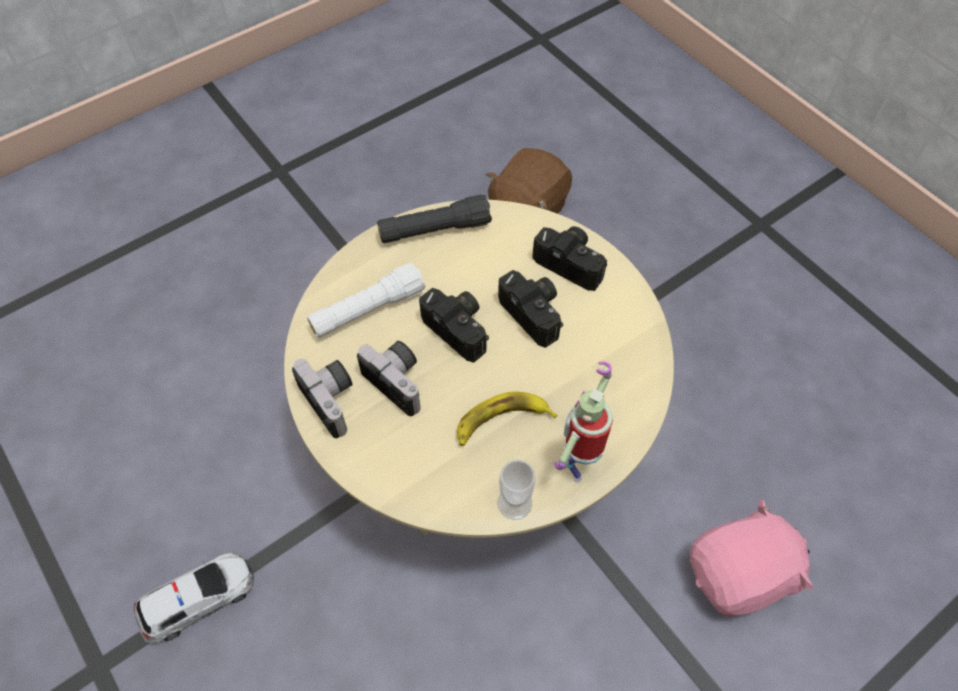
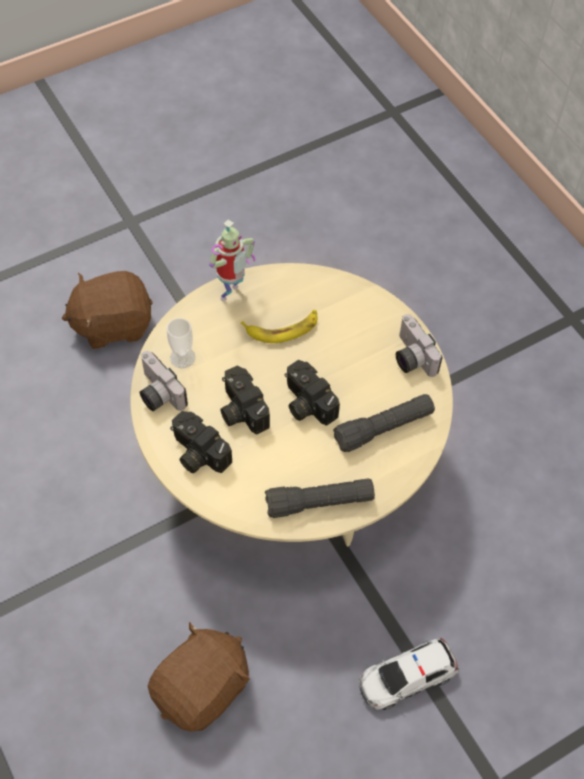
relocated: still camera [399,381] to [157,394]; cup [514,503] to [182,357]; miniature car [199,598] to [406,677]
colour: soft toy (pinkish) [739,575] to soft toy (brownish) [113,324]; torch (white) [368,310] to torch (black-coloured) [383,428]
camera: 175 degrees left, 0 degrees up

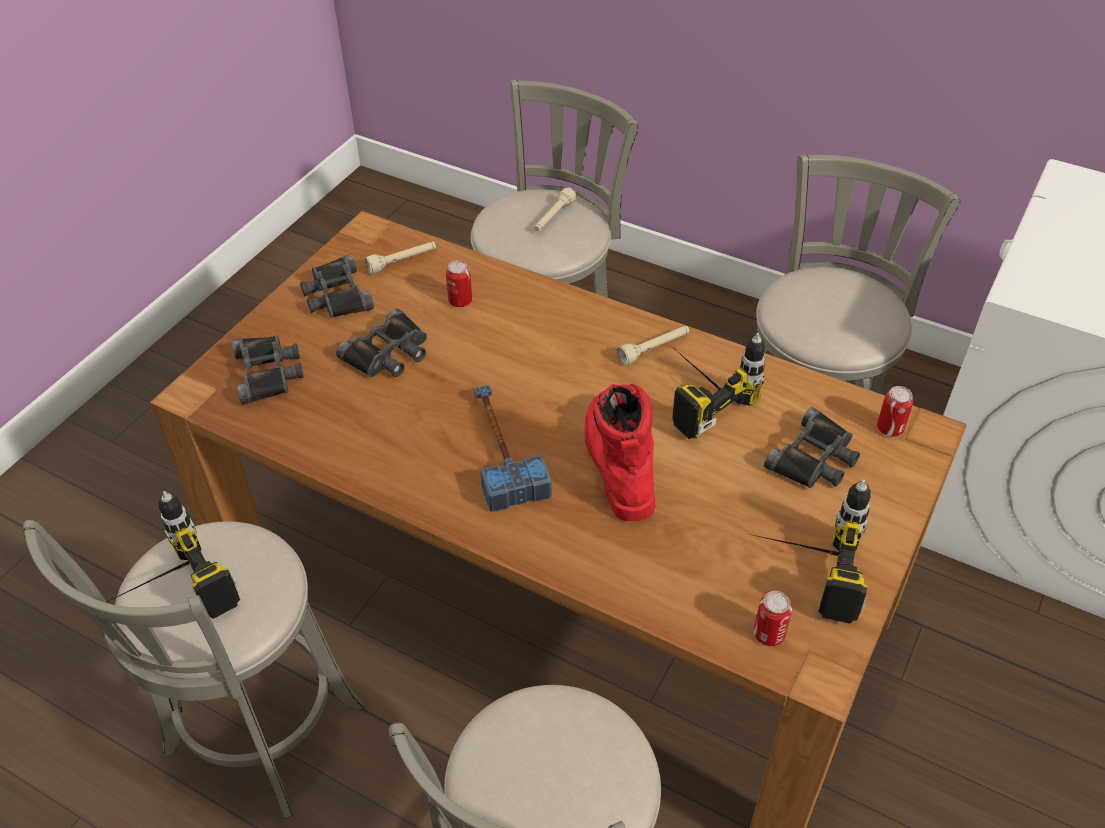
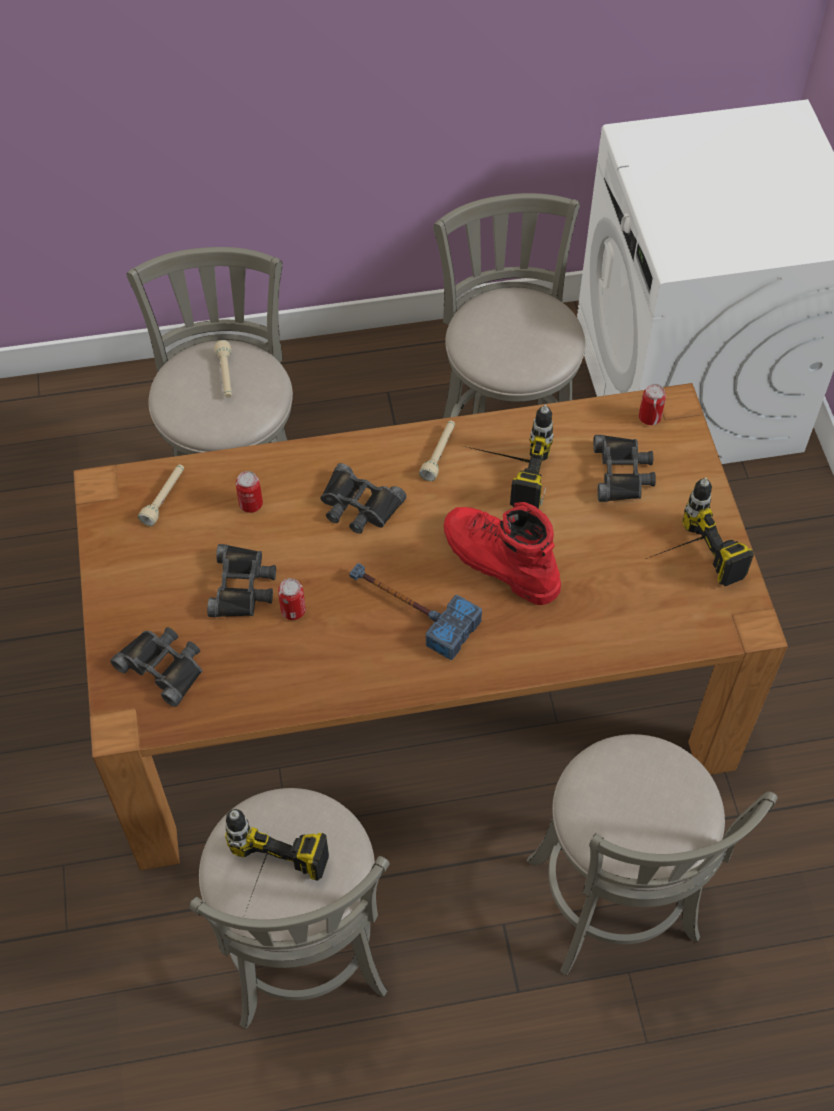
relocated: sealed can [769,634] to [293,610]; field glasses (black-coloured) [336,295] to [358,506]
camera: 40 degrees left, 10 degrees up

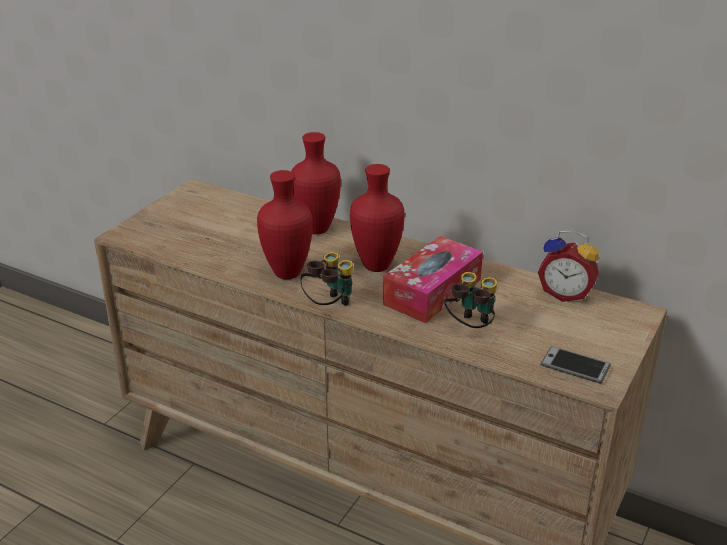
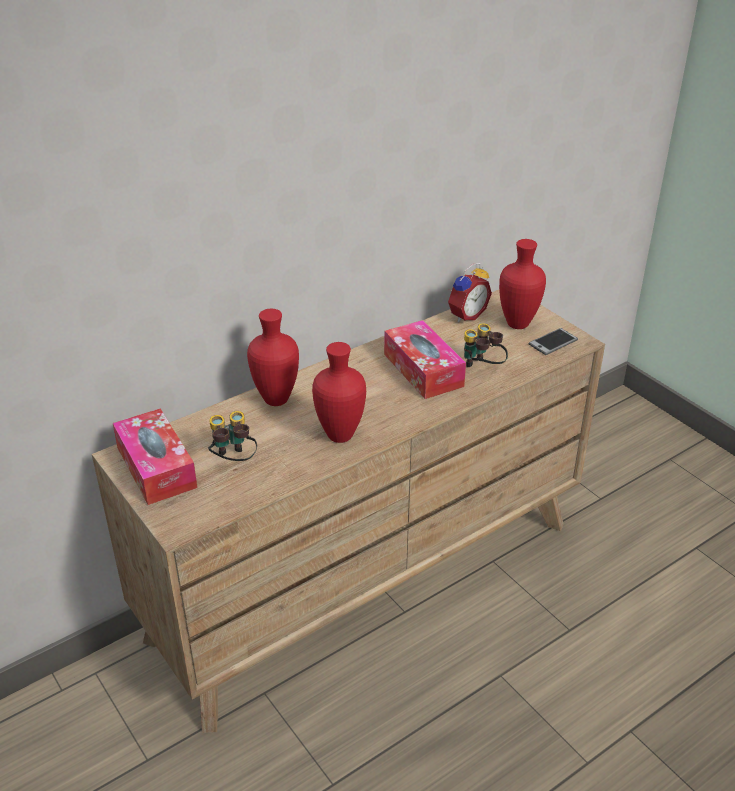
appeared: tissue box [156,467]
relocated: field glasses [328,305] to [233,461]; decorative vase (red-coloured) [376,267] to [519,324]
camera: 65 degrees left, 5 degrees up

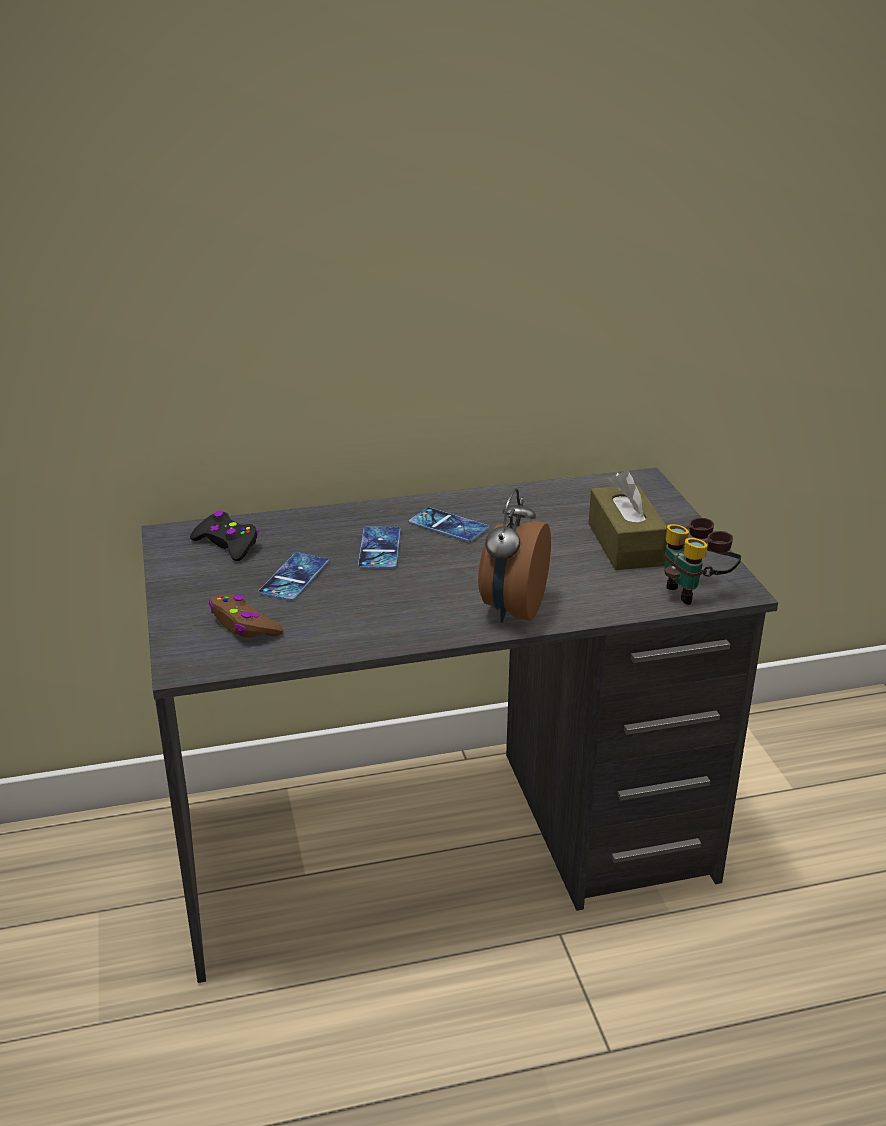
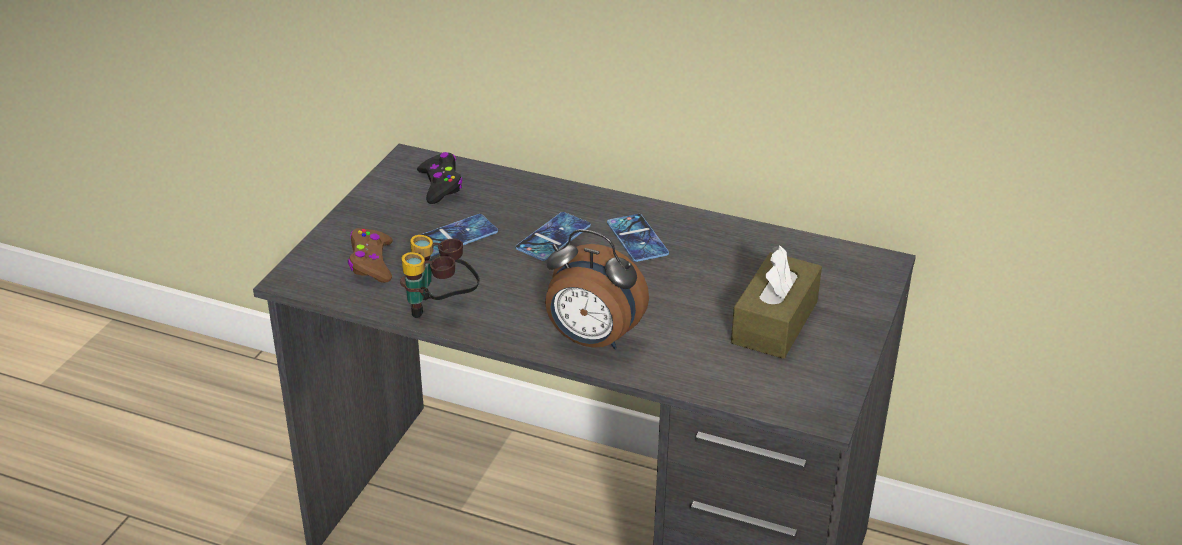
relocated: field glasses [695,591] to [440,309]
spun: table clock [511,609] = [592,340] 120 degrees counterclockwise
camera: 35 degrees right, 5 degrees up

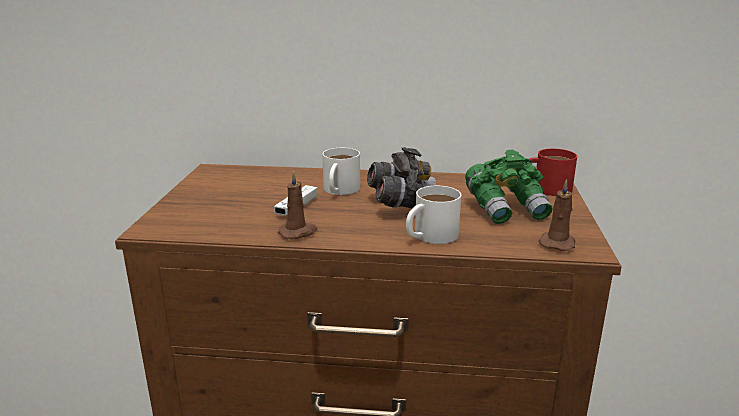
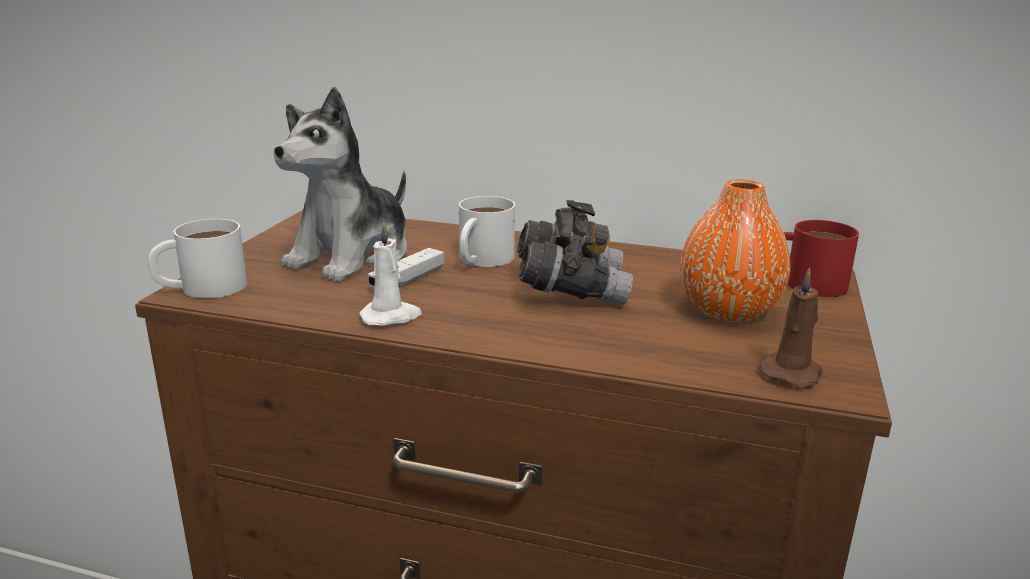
appeared: soft toy [352,256]
relocated: mug (white) [429,236] to [201,288]
exchanged: field glasses (green-coloured) [507,209] to decorative vase (orangey) [728,310]
colour: wax candle (brownish) [298,232] to wax candle (white) [391,317]
camera: 10 degrees right, 0 degrees up

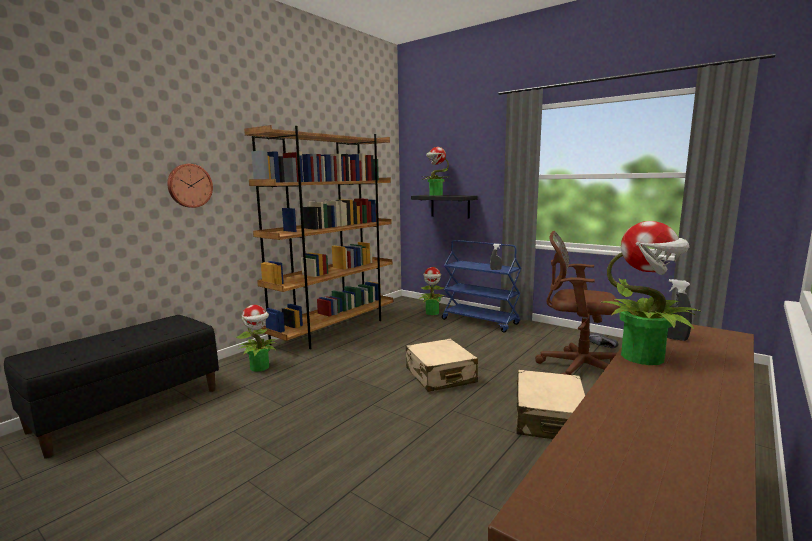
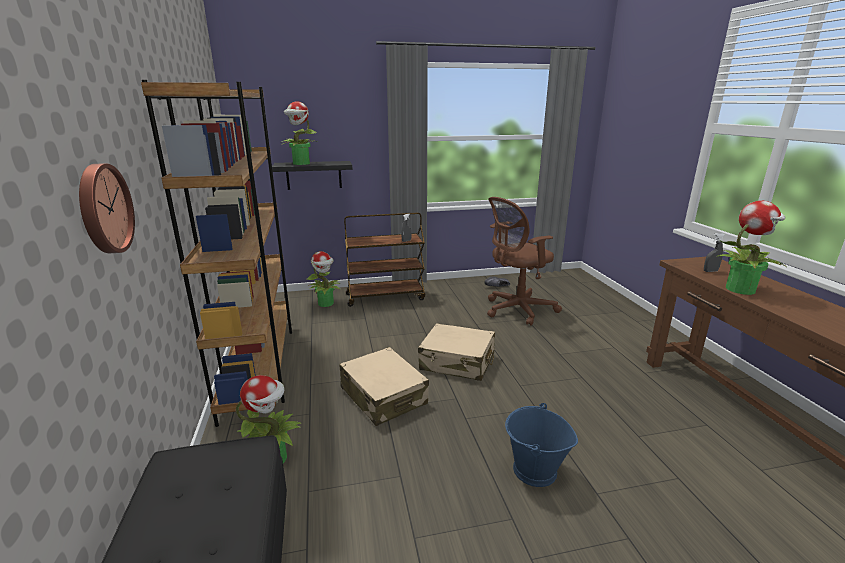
appeared: pail (blue) [534,470]
relocated: travel case (beige-coloured) [549,418] to [383,396]
colour: trolley (blue) [480,322] to trolley (brownish) [385,296]
camera: 50 degrees left, 10 degrees up

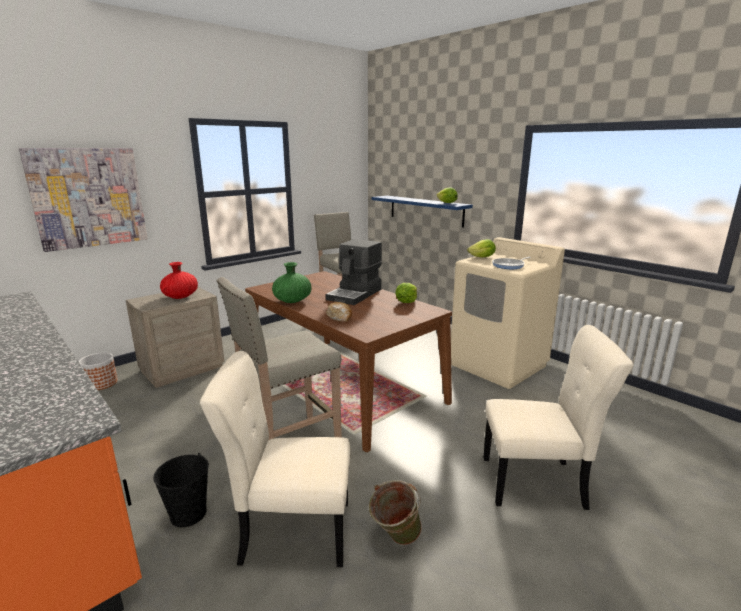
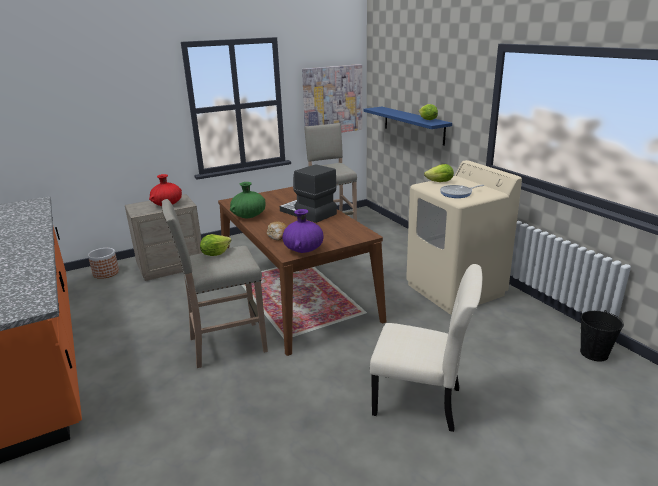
missing: chair (beige-coloured) [291,531]; pail (green-coloured) [395,539]
appeared: decorative vase (purple-coloured) [303,250]
relocated: head of lettuce [406,302] to [215,254]; wall picture [88,197] to [332,100]; pail (black-coloured) [188,513] to [593,353]
spun: coffee machine [355,294] = [308,213] 90 degrees clockwise
camera: 15 degrees right, 5 degrees up

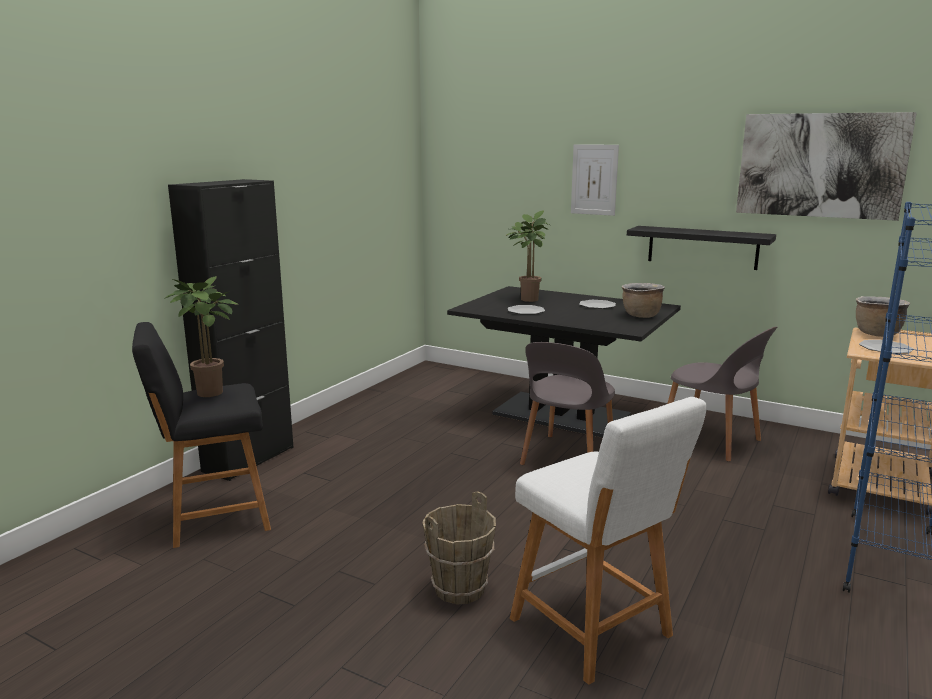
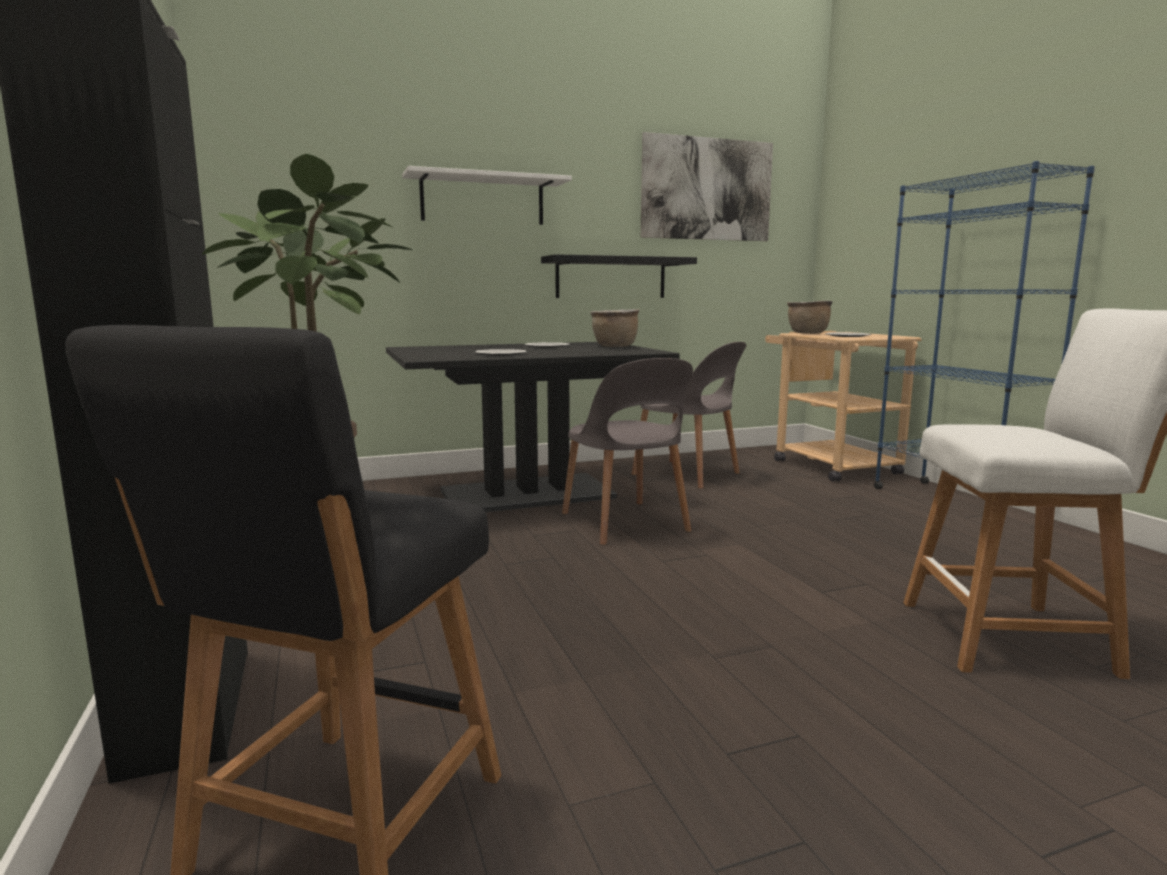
missing: pail (brownish) [460,589]; houseplant [527,299]
exchanged: wall picture [594,179] to shelf (white) [483,200]
spun: chair (greyish) [712,441] = [688,475] 45 degrees clockwise
camera: 50 degrees left, 5 degrees down

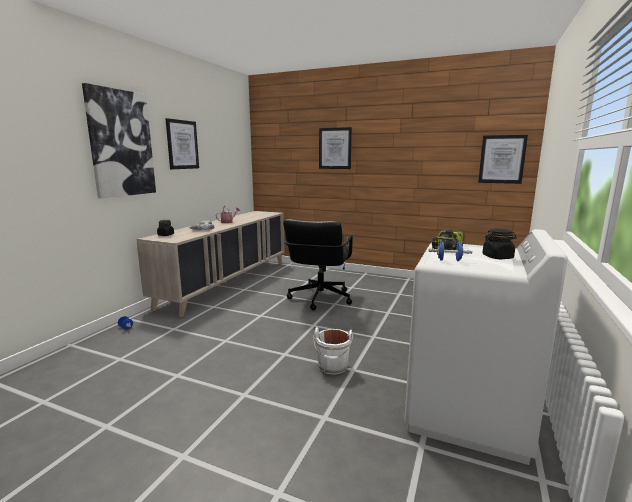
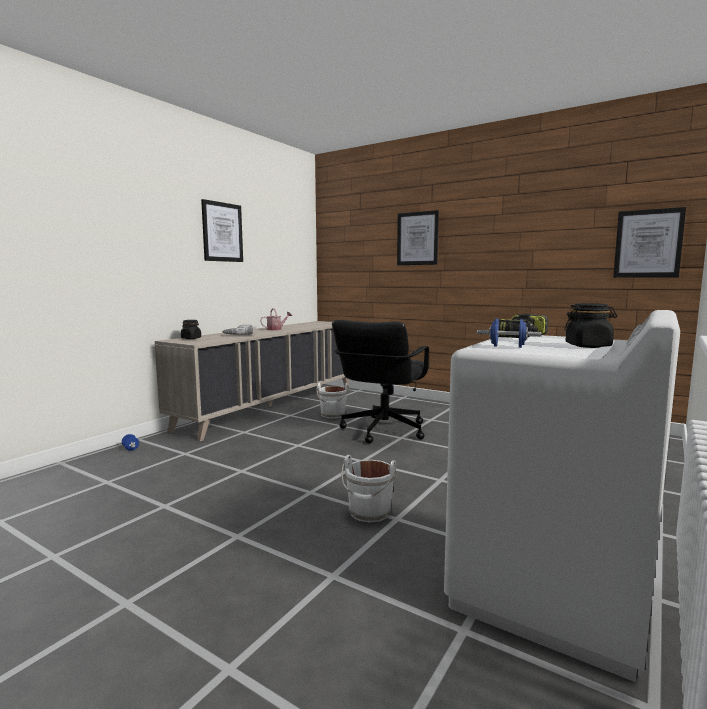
missing: wall picture [121,143]
appeared: pail (white) [333,415]
camera: 10 degrees right, 5 degrees down

